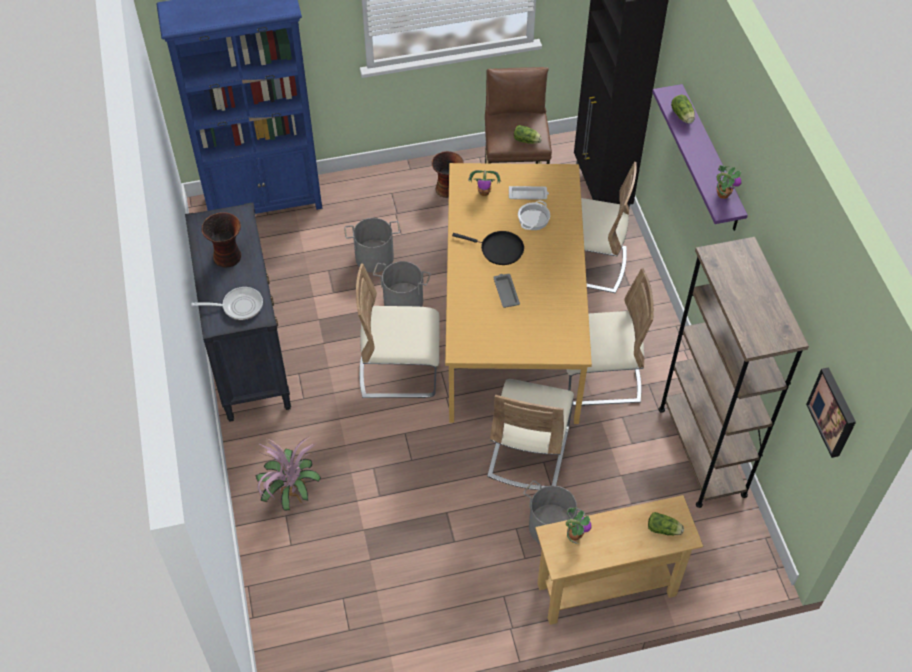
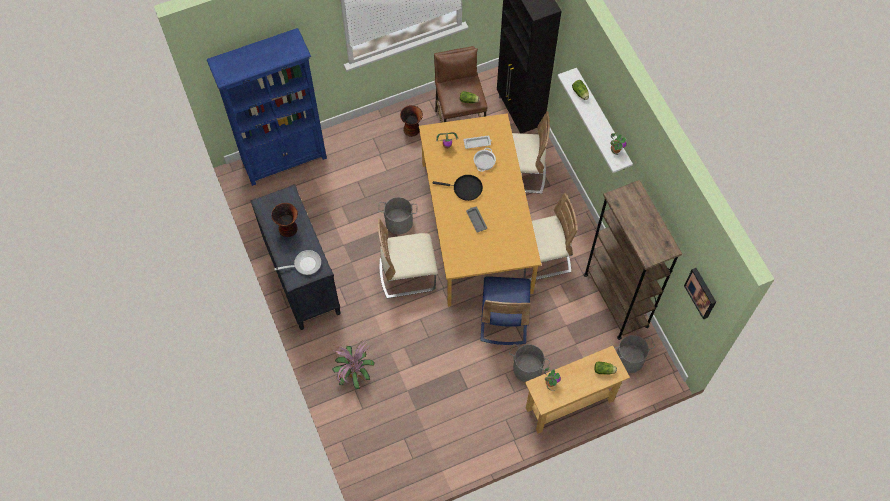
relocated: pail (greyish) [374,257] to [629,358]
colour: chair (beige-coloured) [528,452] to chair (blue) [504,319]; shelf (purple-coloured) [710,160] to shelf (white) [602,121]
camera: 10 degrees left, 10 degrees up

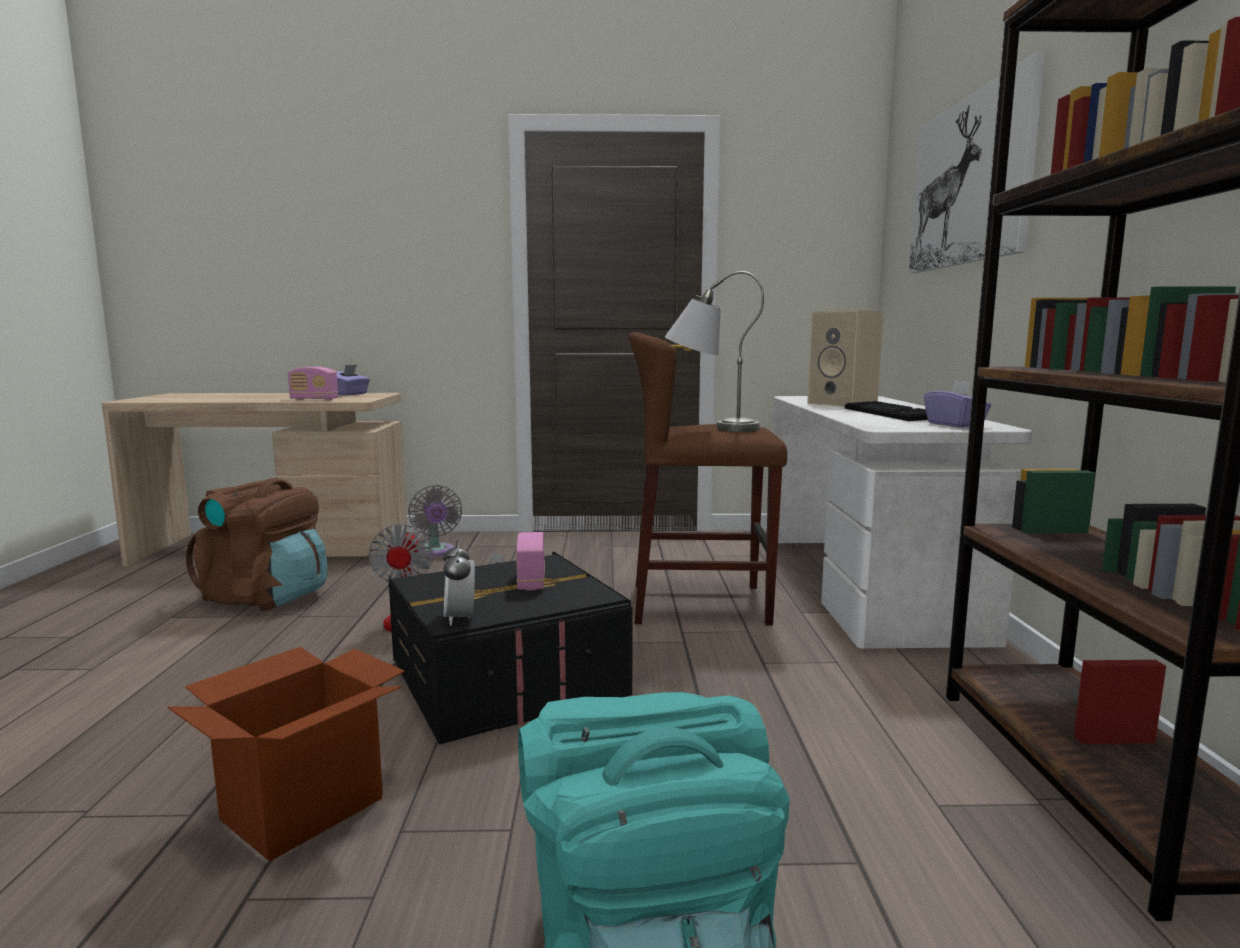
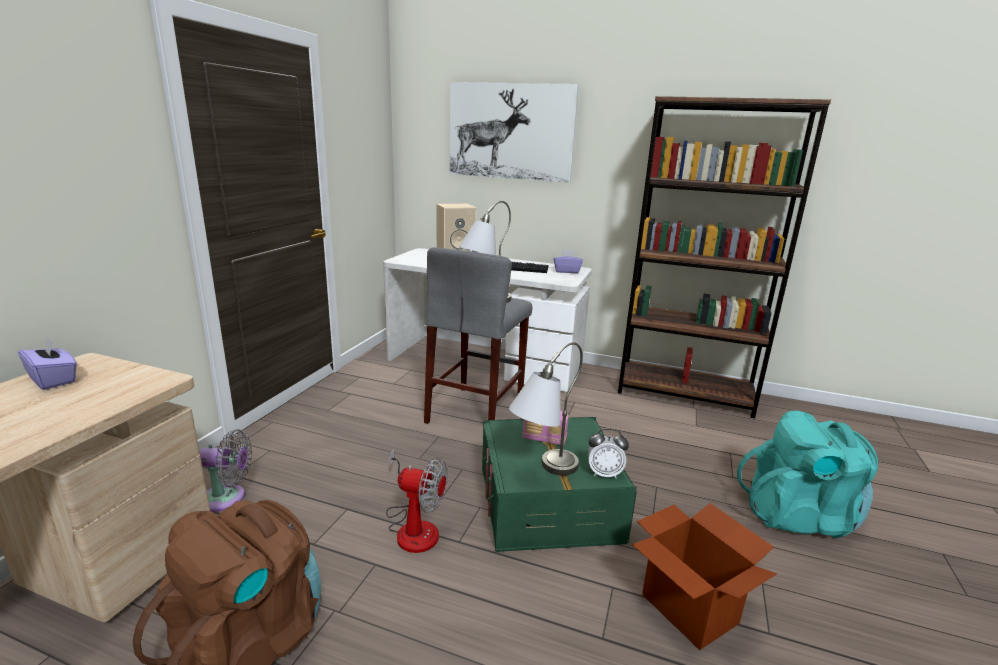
missing: radio receiver [314,399]
appeared: table lamp (greyish) [541,473]
colour: sitting stool (brownish) [700,604] to sitting stool (greyish) [476,412]; storage box (black-coloured) [507,679] to storage box (green-coloured) [548,504]
camera: 70 degrees left, 10 degrees up

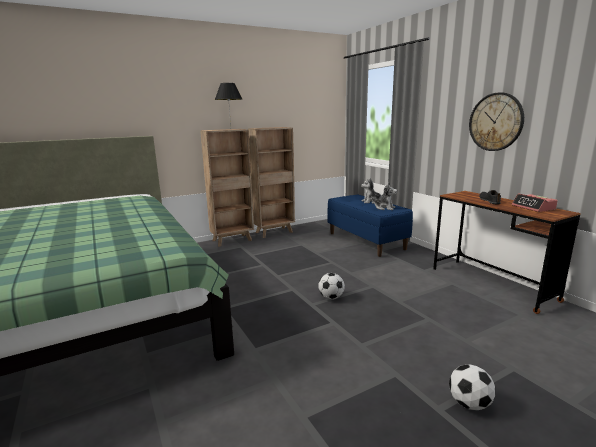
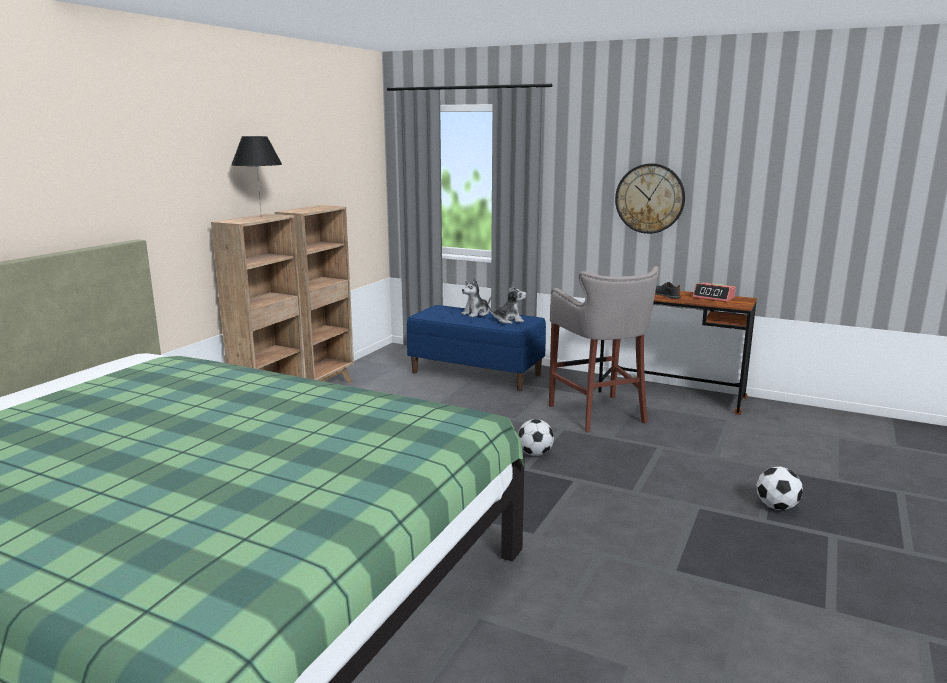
appeared: sitting stool (greyish) [599,414]
camera: 35 degrees left, 0 degrees up

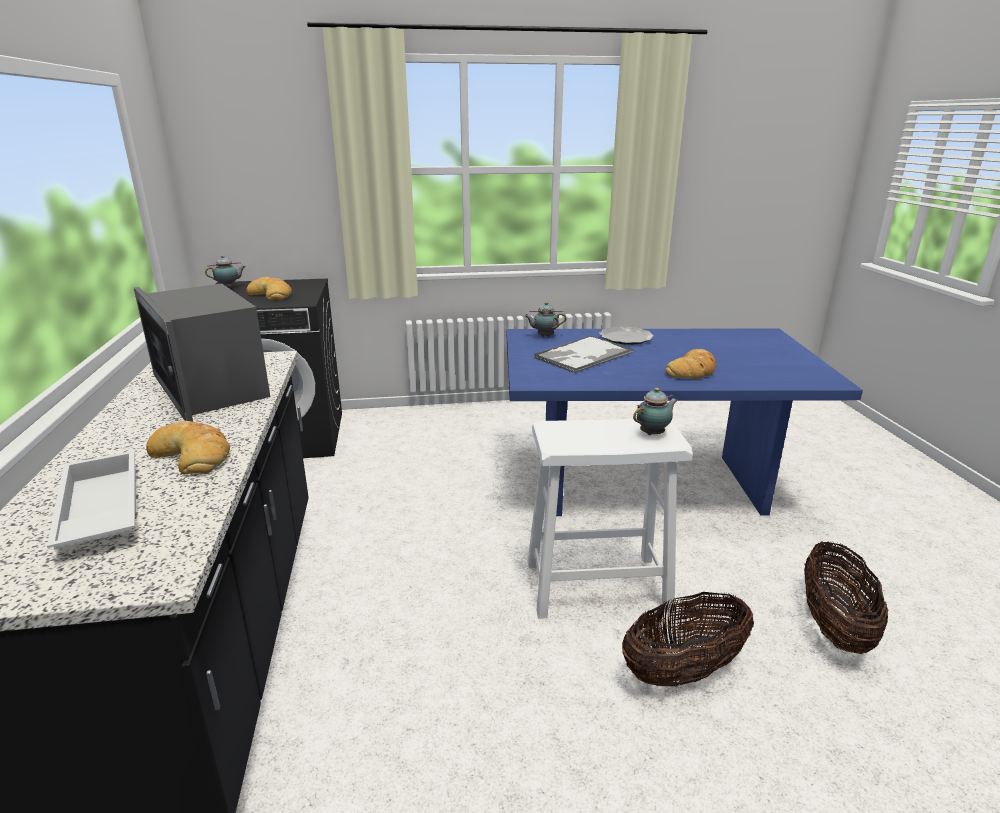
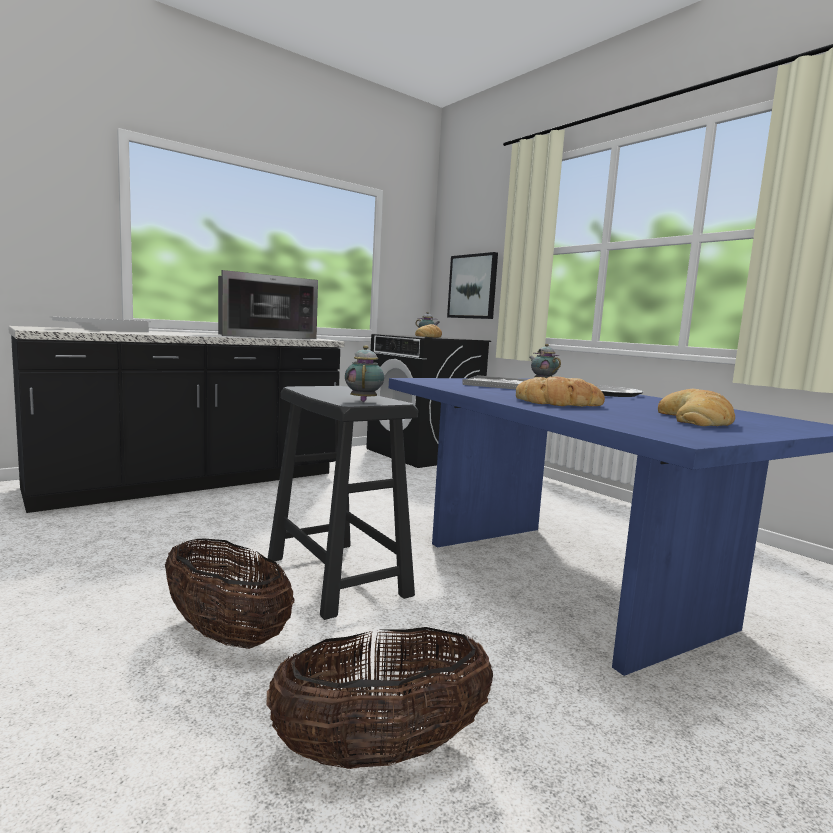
appeared: wall picture [473,286]
relocated: baked bread [193,454] to [696,419]
colour: sitting stool (white) [596,585] to sitting stool (black-coloured) [336,576]
spun: kitchen microwave [210,388] = [262,336] 150 degrees counterclockwise; pot for tea [653,433] = [364,400] 120 degrees counterclockwise
camera: 60 degrees right, 15 degrees down

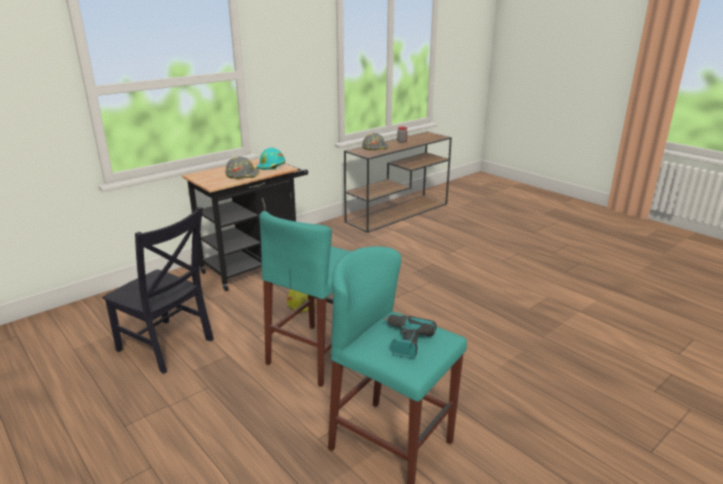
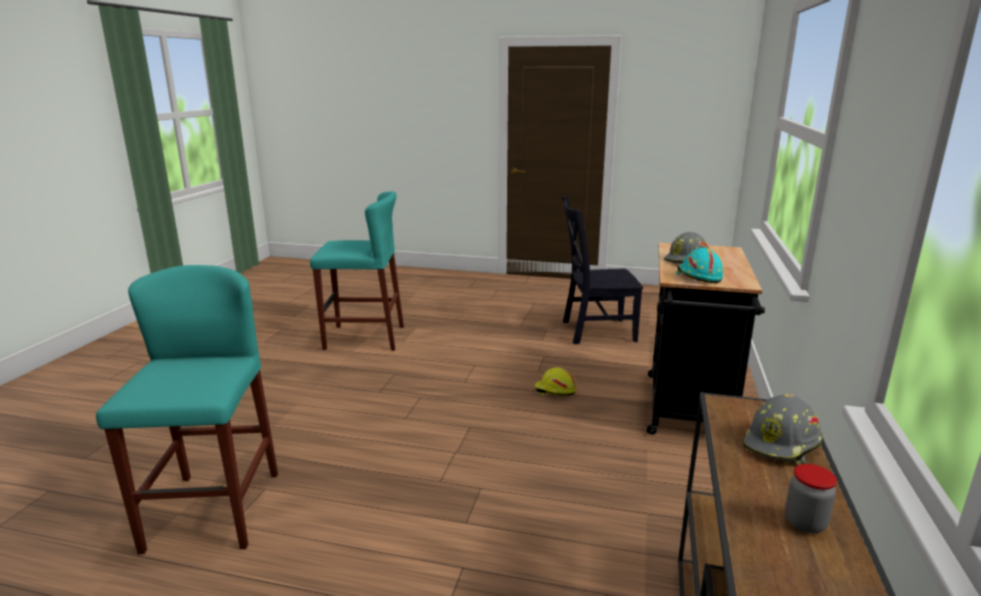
missing: electric drill [405,341]
relocated: sitting stool (turquoise) [316,354] to [213,511]
camera: 145 degrees right, 5 degrees down

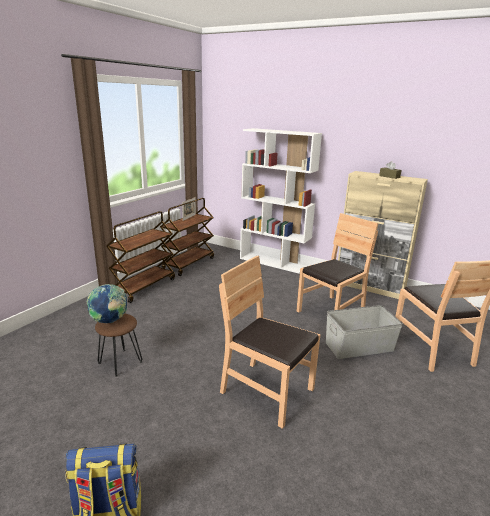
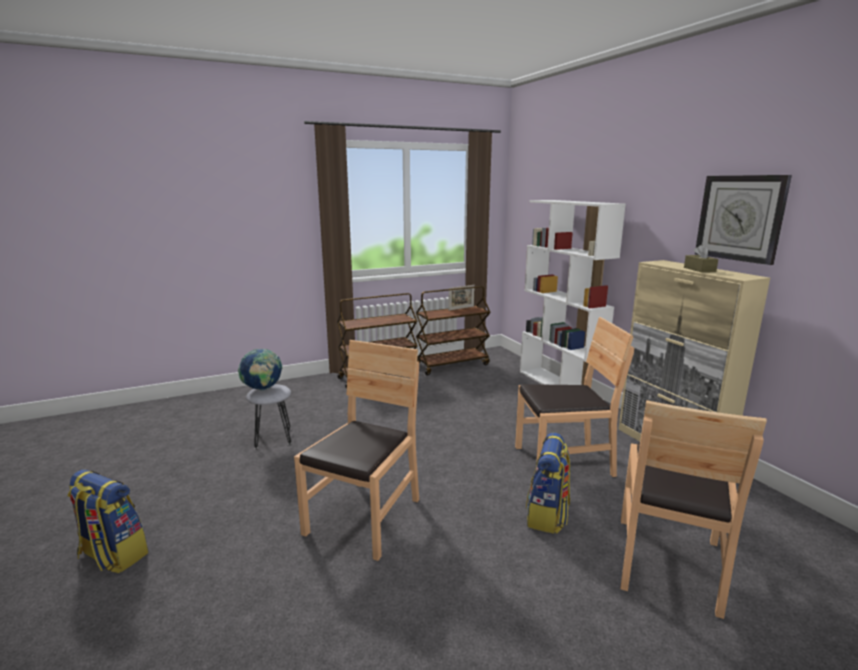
appeared: hanging clock [740,218]
exchanged: storage box (greyish) [359,347] to backpack [547,515]
colour: sitting stool (brownish) [120,362] to sitting stool (greyish) [272,438]
spun: chair (brownish) [267,392] = [365,517] 45 degrees clockwise
camera: 35 degrees right, 5 degrees down

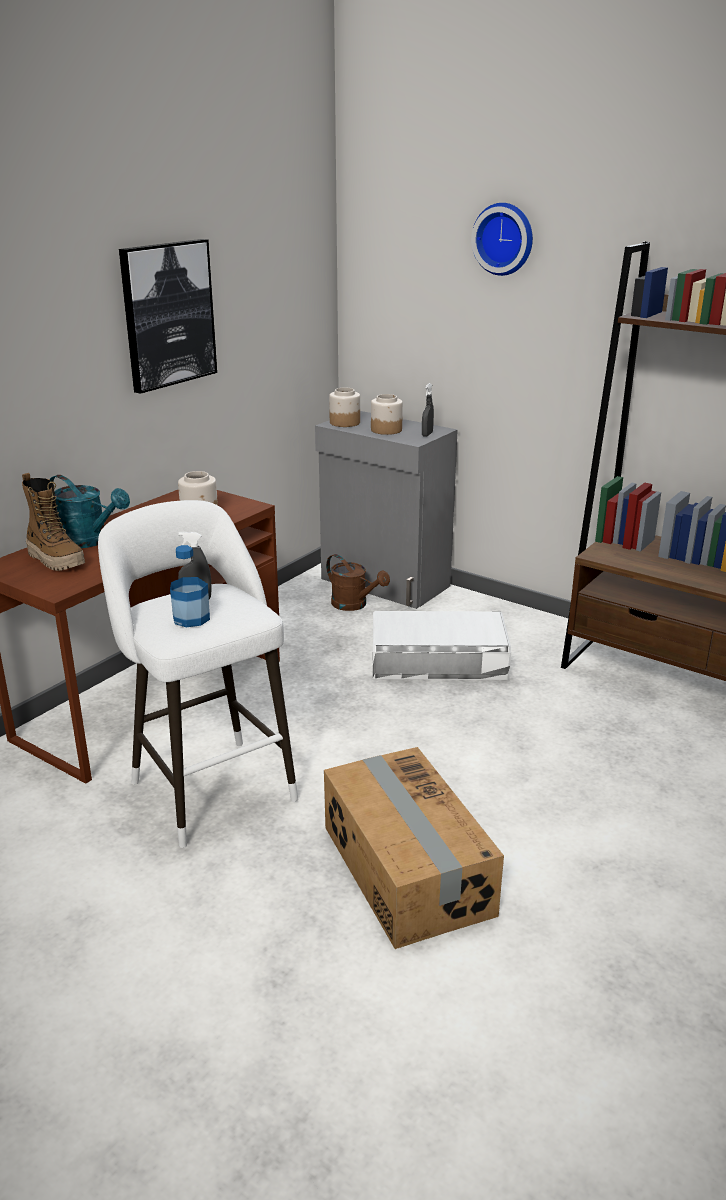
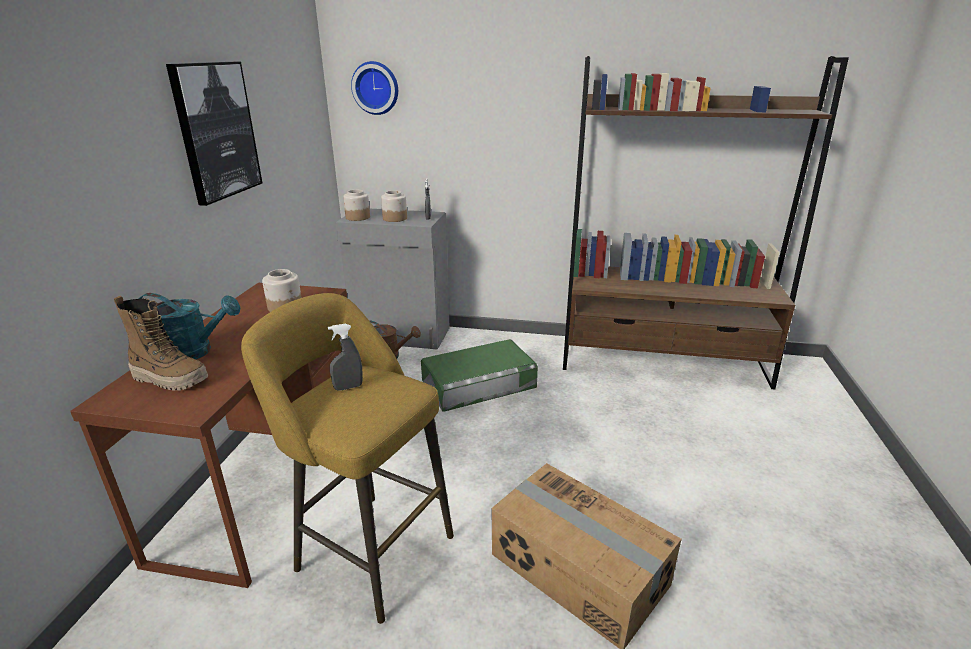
missing: beverage bottle [191,618]
relocated: hanging clock [504,239] to [376,88]
colour: sitting stool (white) [209,785] to sitting stool (yellowish) [369,548]; storage box (white) [438,659] to storage box (green-coloured) [478,384]
camera: 25 degrees left, 0 degrees up

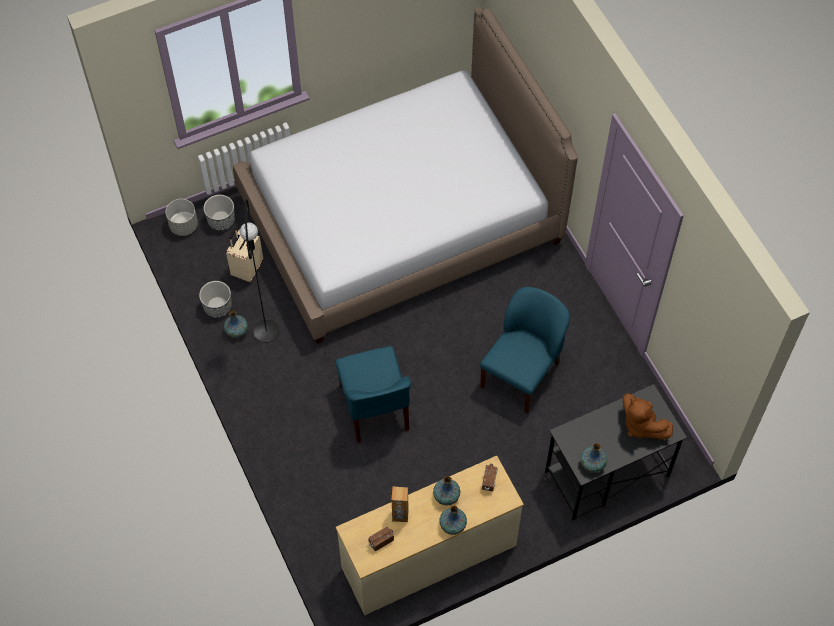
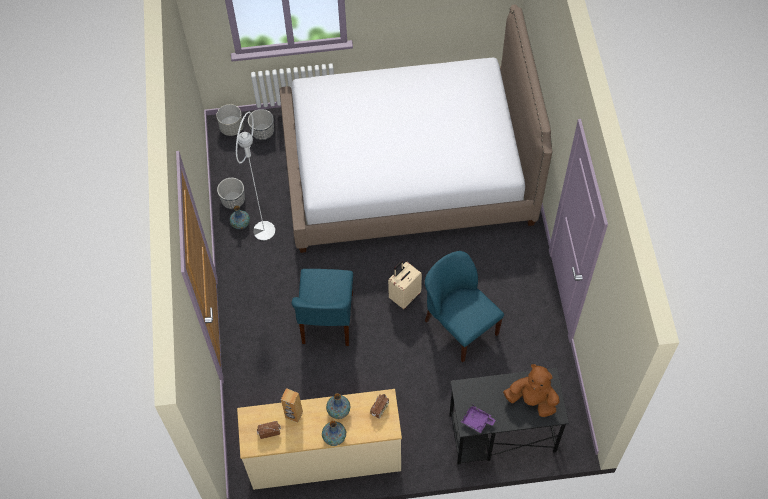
relocated: travel case (beige-coloured) [247,269] to [404,296]
exchanged: decorative vase [592,464] to tray (purple-coloured) [477,421]
colour: floor lamp (black-coloured) [266,331] to floor lamp (white) [264,230]
spun: chair (blue) [521,374] = [460,326] 90 degrees counterclockwise; soft toy (brownish) [641,425] = [532,400] 135 degrees clockwise
camera: 20 degrees right, 0 degrees up

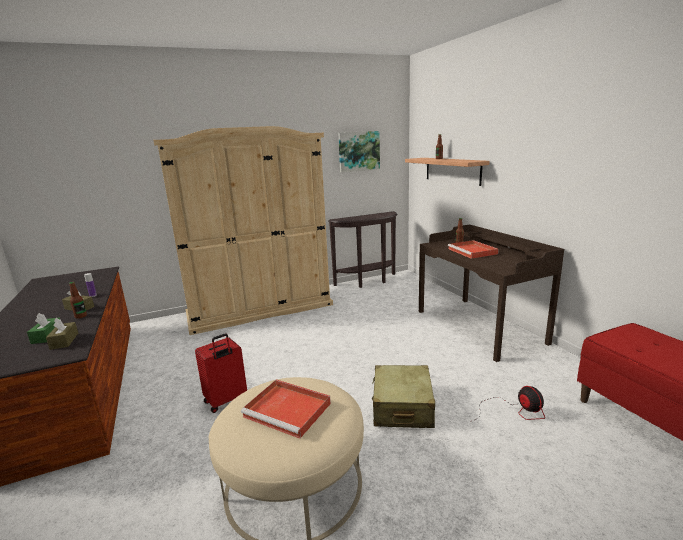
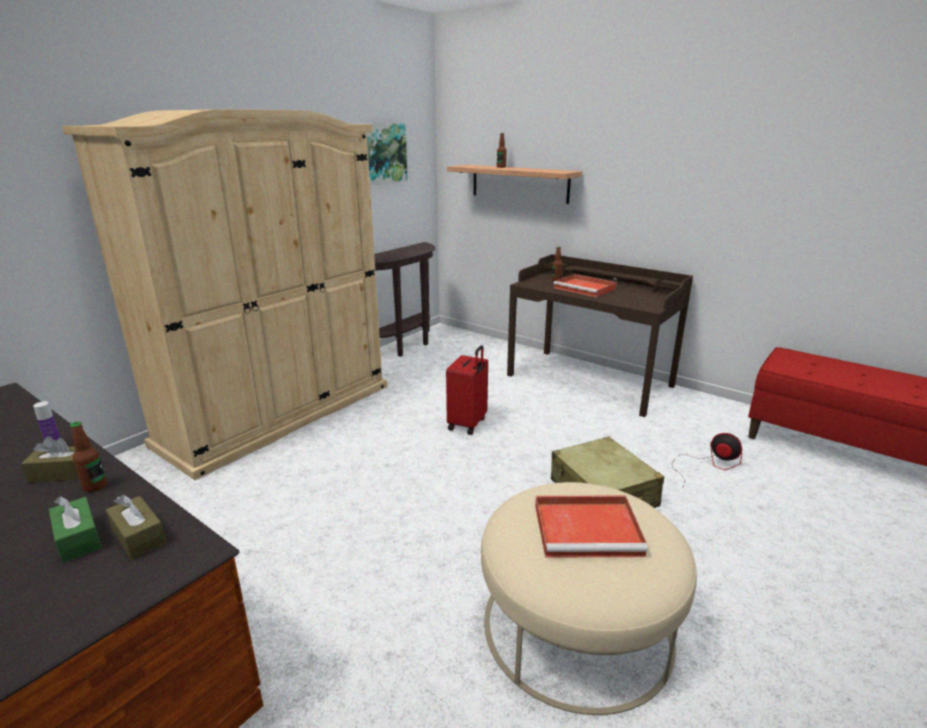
relocated: travel case (red-coloured) [226,401] to [468,424]
camera: 30 degrees left, 5 degrees up

